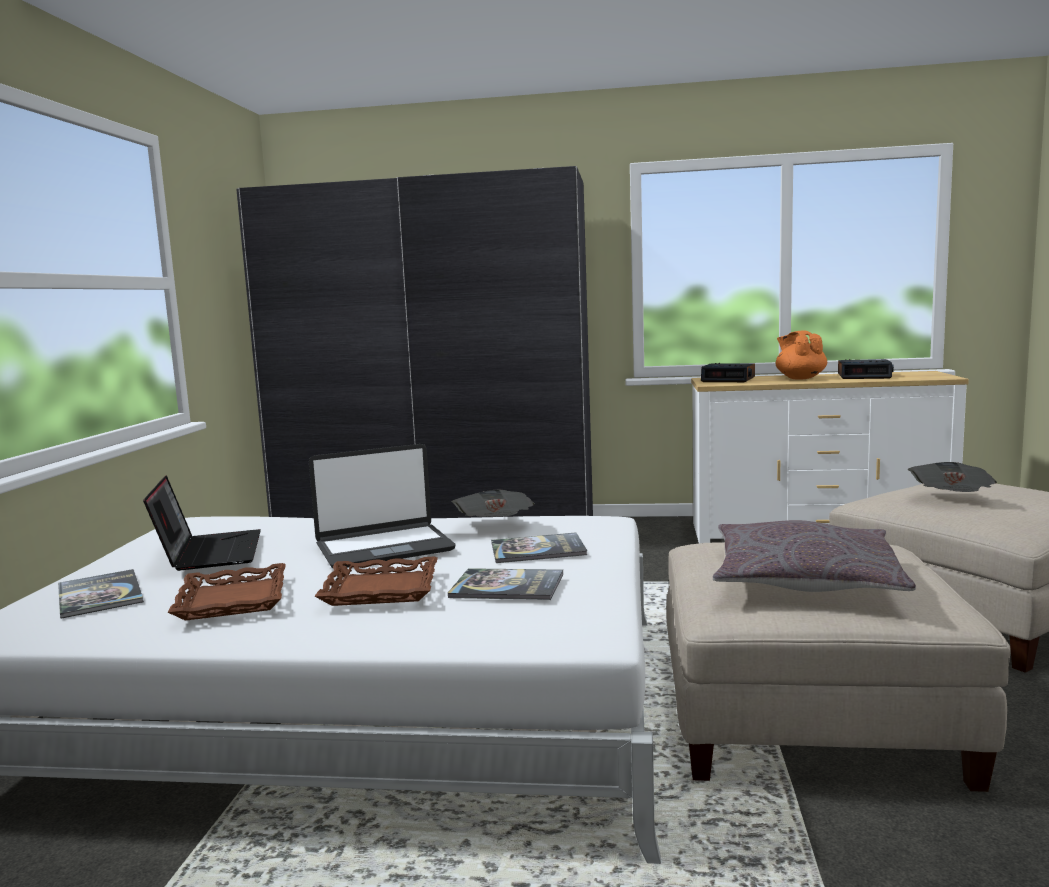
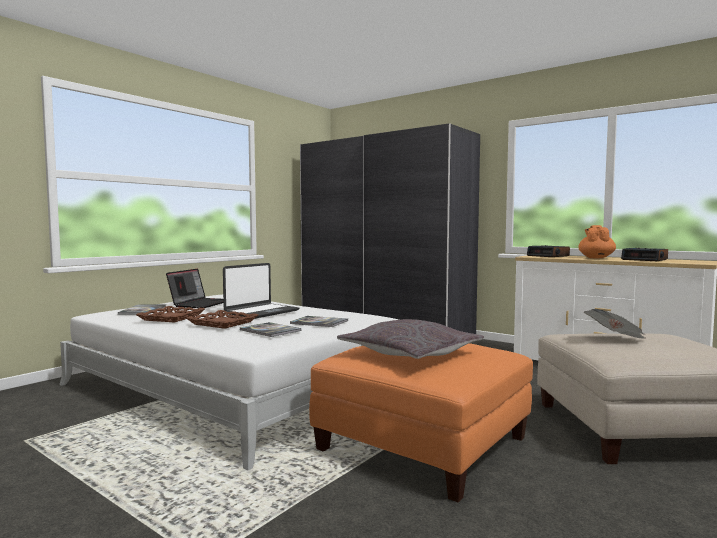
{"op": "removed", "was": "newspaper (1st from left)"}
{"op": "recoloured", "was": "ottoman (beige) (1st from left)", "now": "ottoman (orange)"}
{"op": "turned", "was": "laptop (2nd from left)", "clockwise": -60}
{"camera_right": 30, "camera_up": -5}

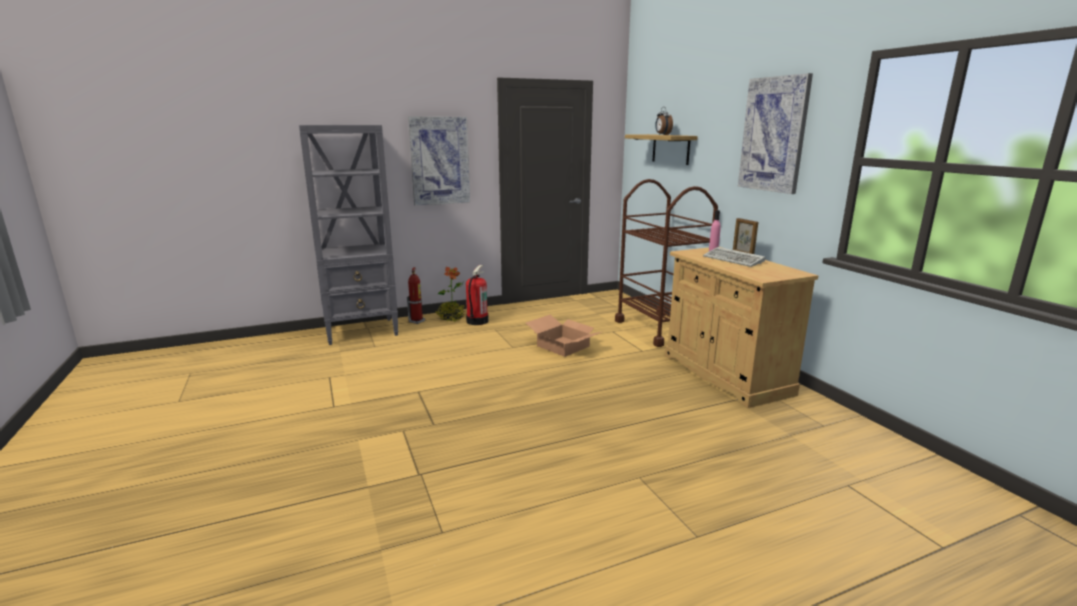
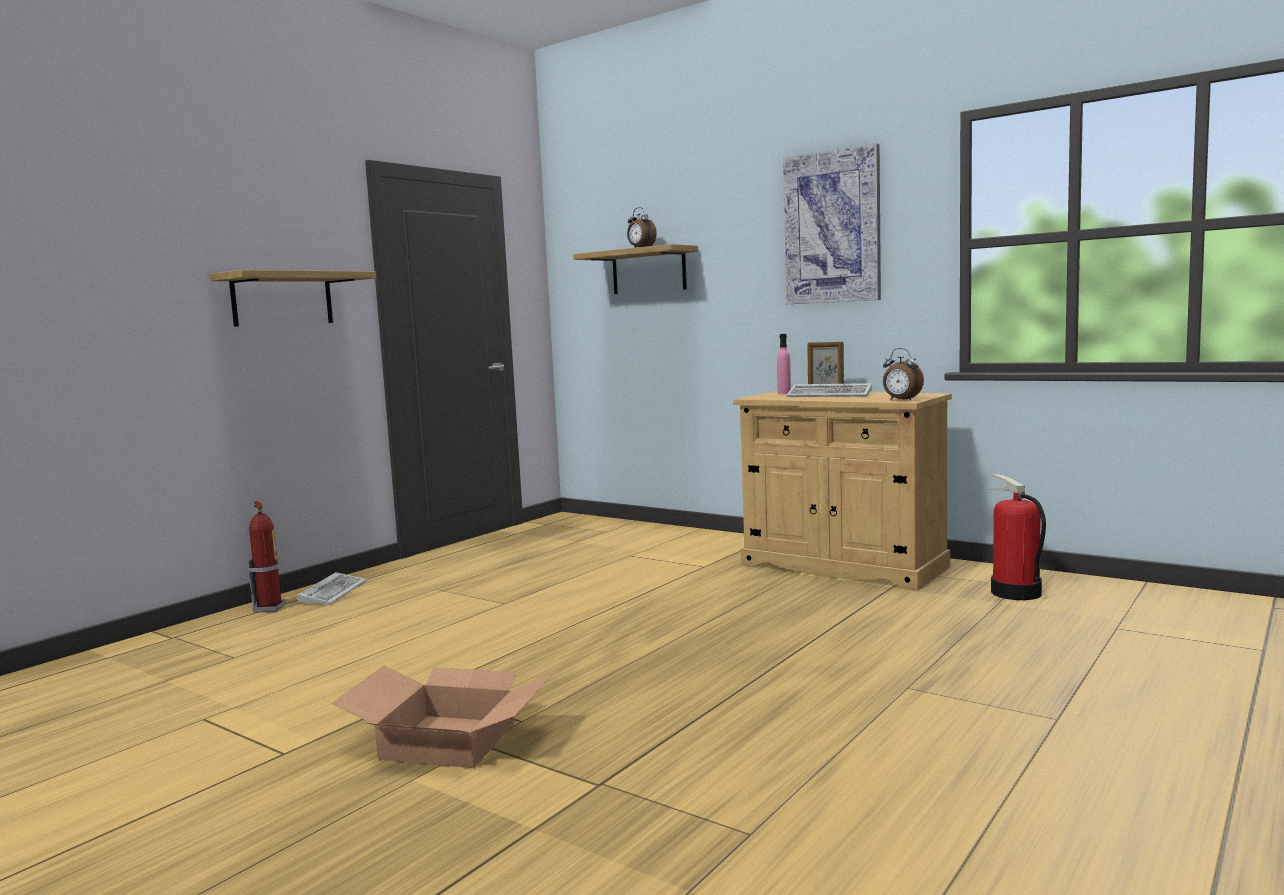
{"op": "removed", "was": "bookcase (grey)"}
{"op": "removed", "was": "cart (brown)"}
{"op": "added", "now": "alarm clock (2nd from left)"}
{"op": "moved", "was": "fire extinguisher (2nd from left)"}
{"op": "moved", "was": "cardboard box"}
{"op": "replaced", "was": "picture (1st from left)", "now": "shelf (1st from left)"}
{"op": "replaced", "was": "potted plant", "now": "keyboard (1st from left)"}
{"camera_right": -30, "camera_up": -10}

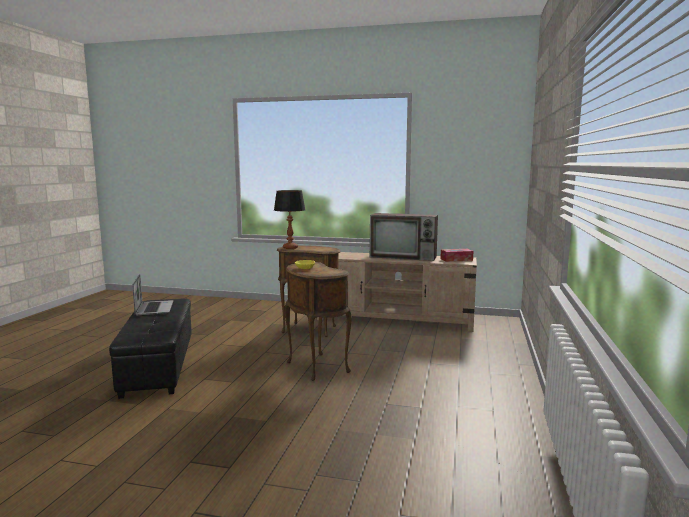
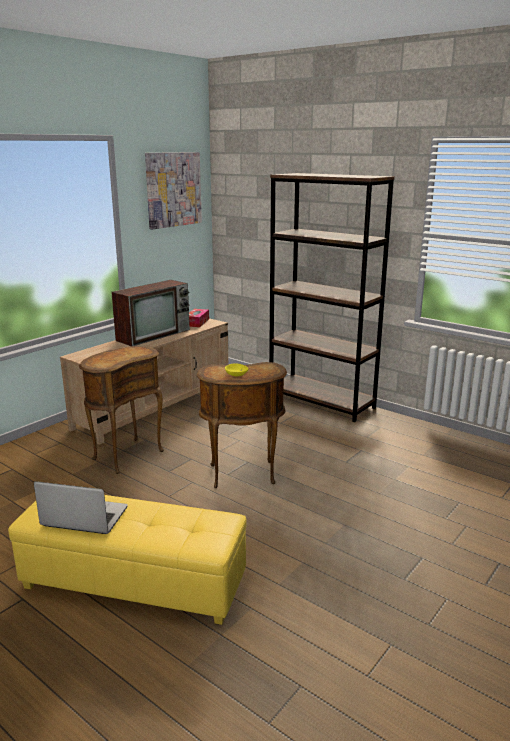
{"op": "removed", "was": "table lamp"}
{"op": "added", "now": "picture"}
{"op": "added", "now": "bookcase (brown)"}
{"op": "recoloured", "was": "ottoman (black)", "now": "ottoman (yellow)"}
{"camera_right": -65, "camera_up": 10}

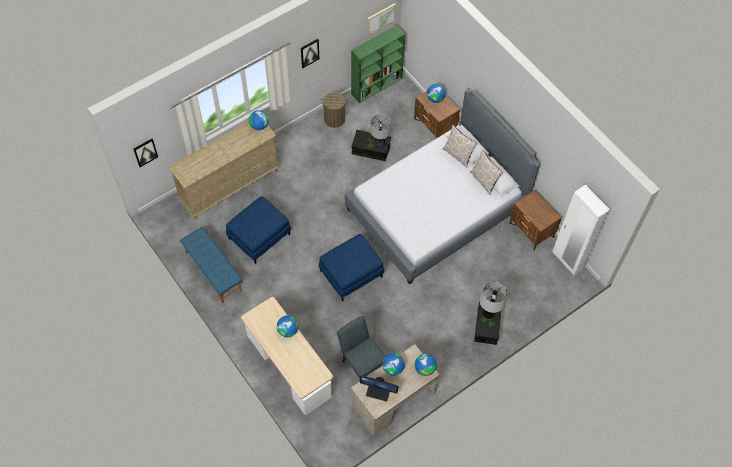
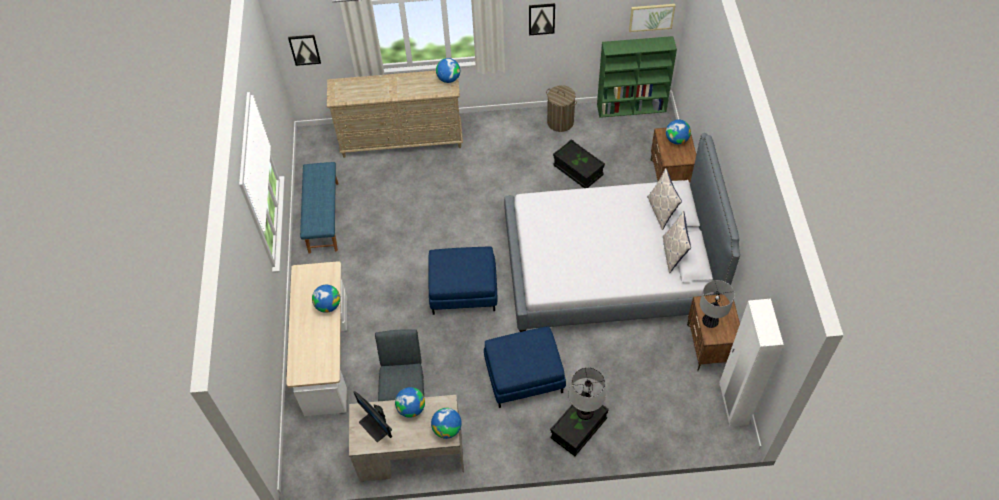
{"op": "moved", "was": "ottoman (blue) (1st from left in the first image)", "now": "ottoman (blue) (2nd from left)"}
{"op": "moved", "was": "table lamp (1st from left in the first image)", "now": "table lamp (2nd from left)"}
{"camera_right": 35, "camera_up": -5}

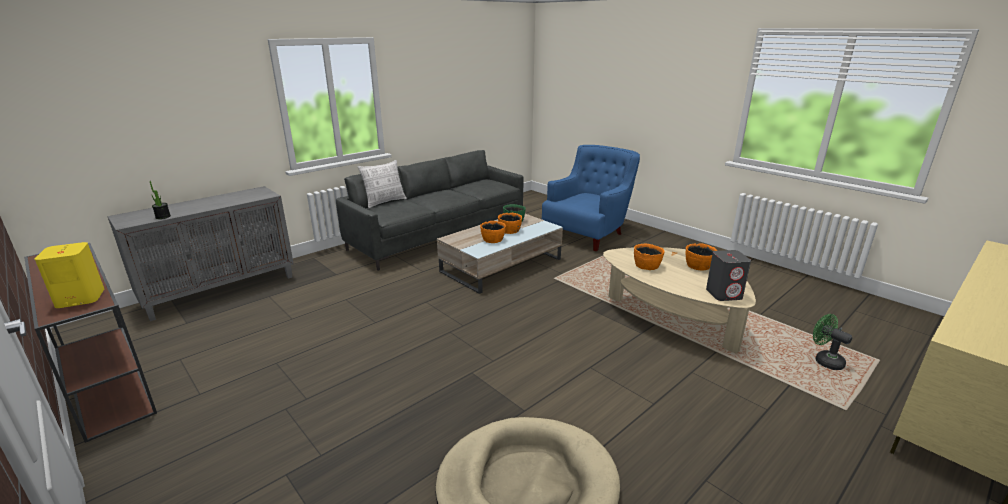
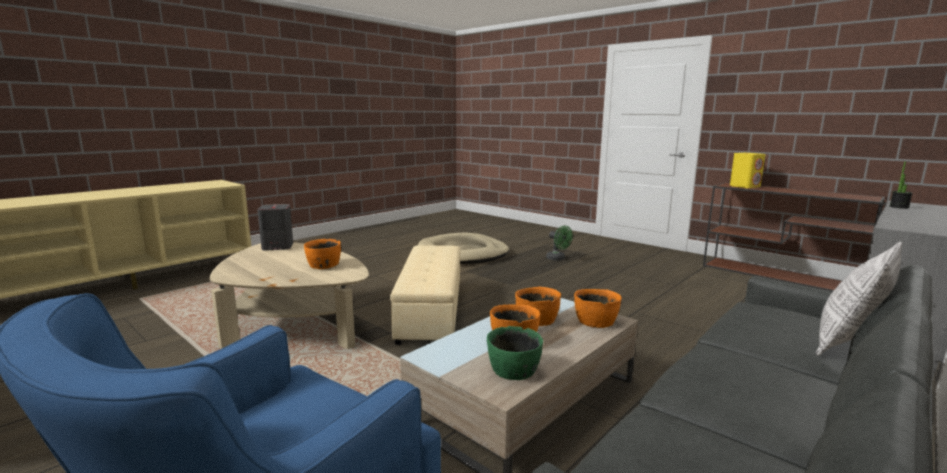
{"op": "added", "now": "ottoman (beige)"}
{"op": "moved", "was": "bowl (orange) (4th from left)"}
{"op": "moved", "was": "fan (green)"}
{"camera_right": 175, "camera_up": -10}

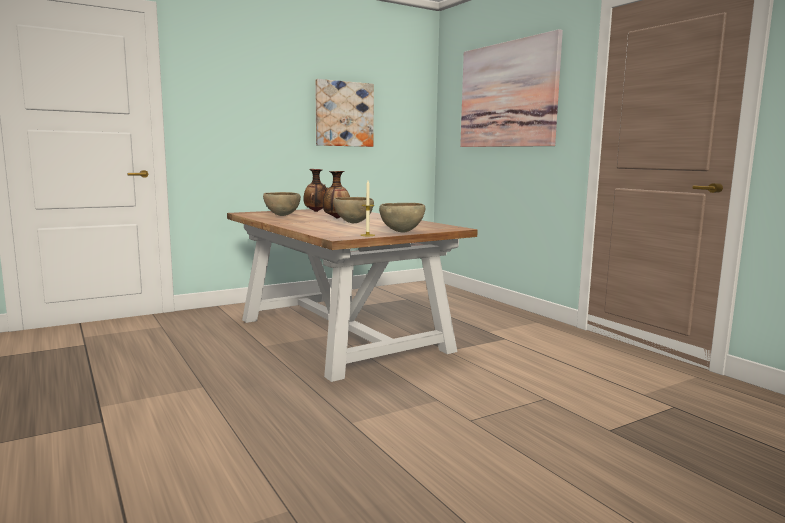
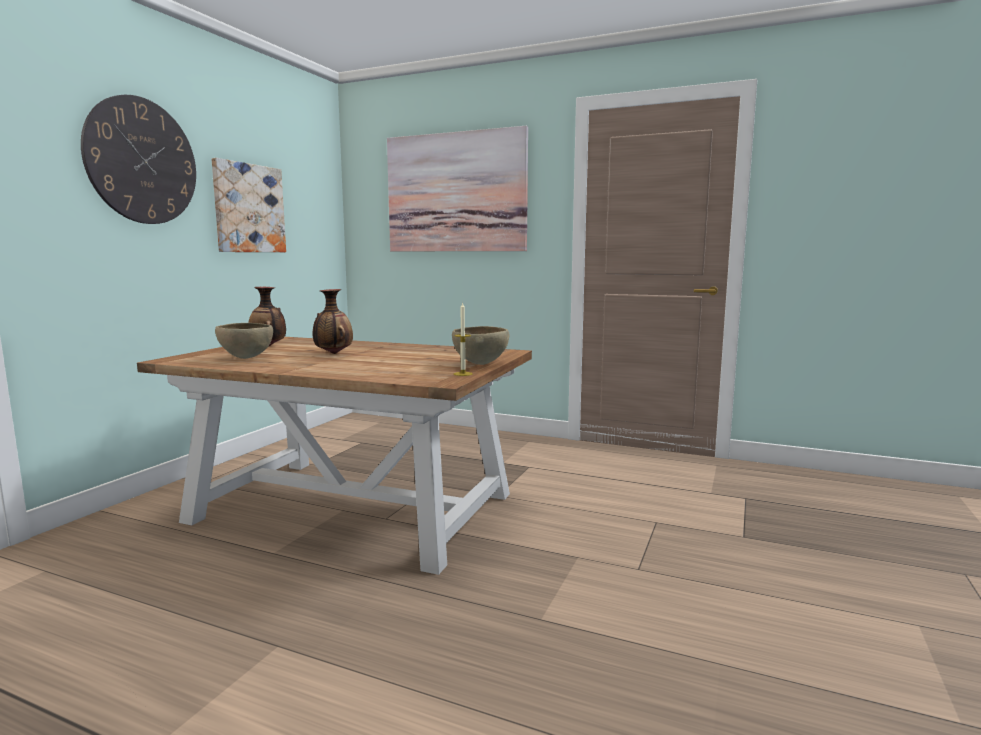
{"op": "removed", "was": "bowl (brown) (2nd from left)"}
{"op": "added", "now": "wall clock"}
{"camera_right": -35, "camera_up": 0}

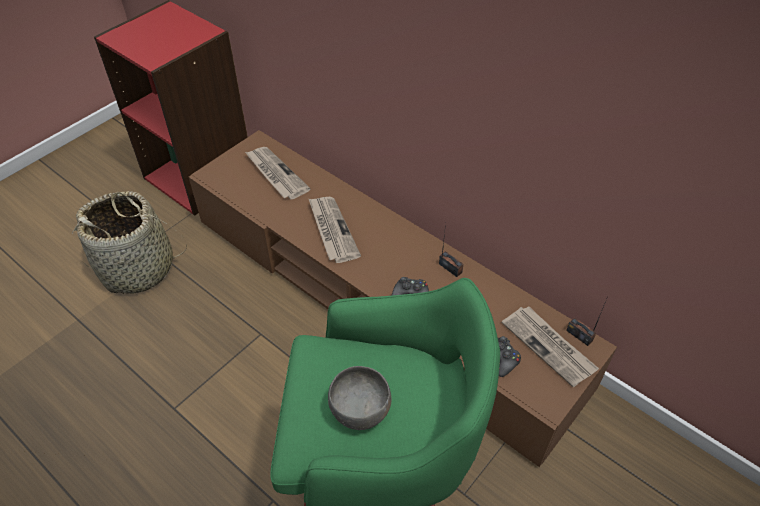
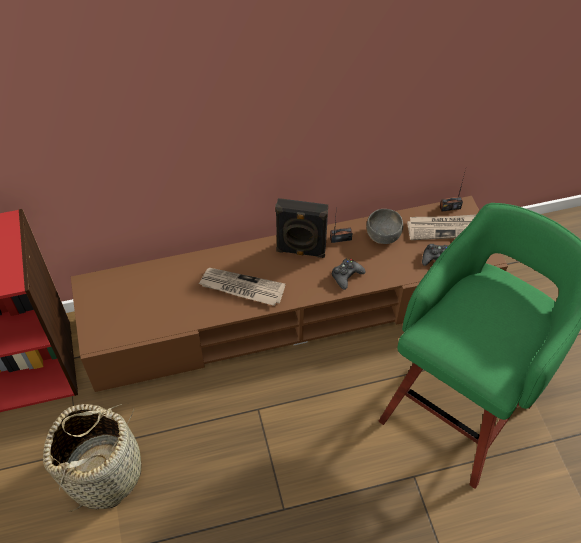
{"op": "removed", "was": "newspaper (1st from left)"}
{"op": "added", "now": "speaker (black)"}
{"op": "moved", "was": "bowl (grey)"}
{"camera_right": -55, "camera_up": 5}

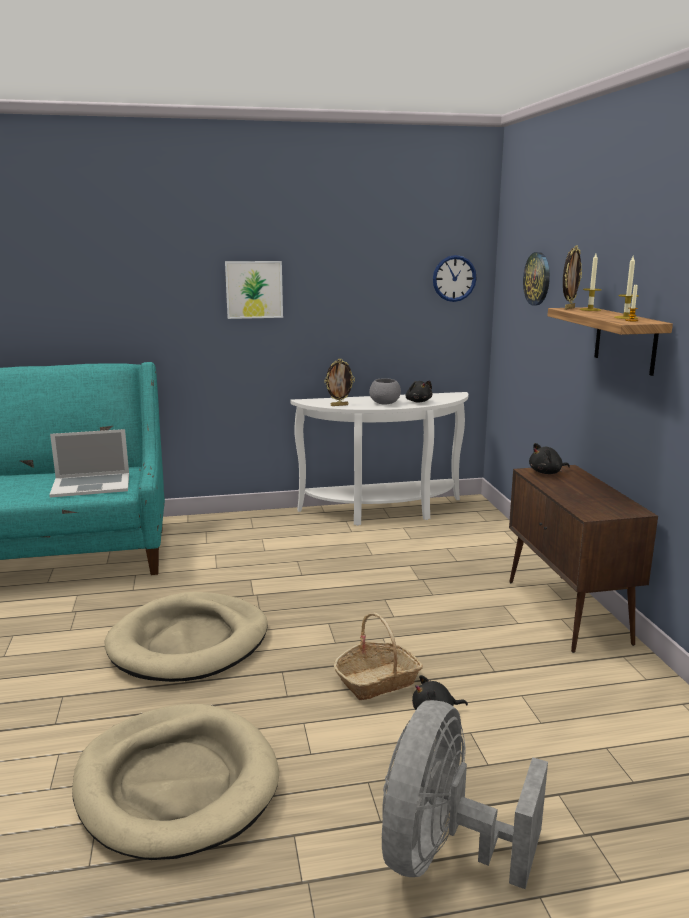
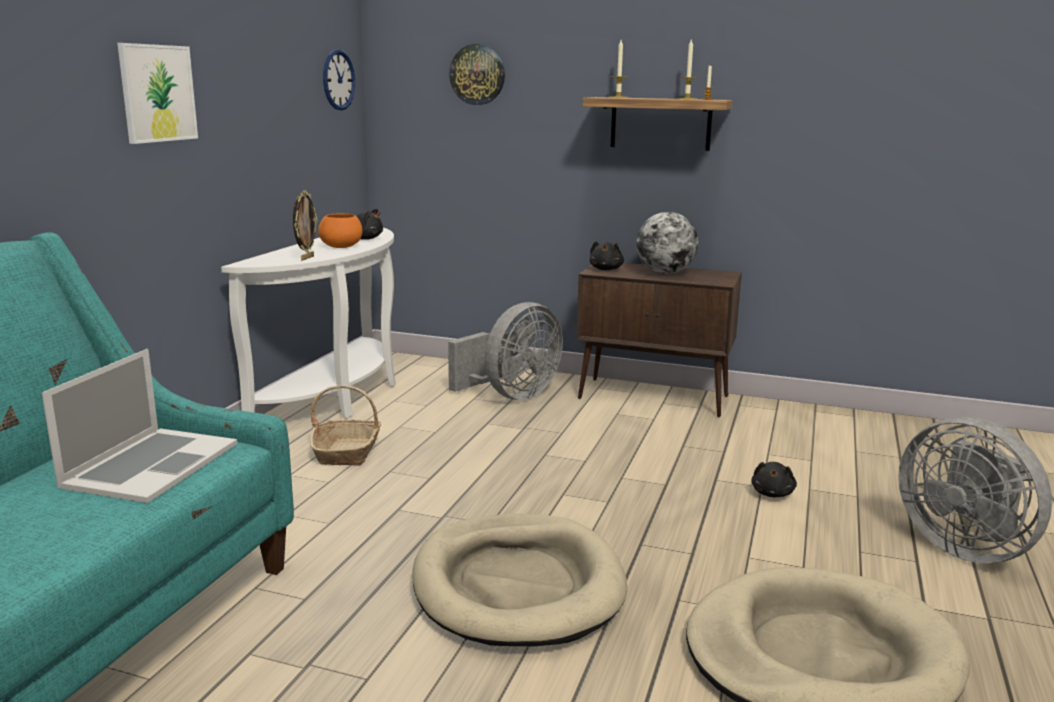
{"op": "removed", "was": "picture frame (2nd from left)"}
{"op": "added", "now": "fan (grey) (1st from left)"}
{"op": "added", "now": "globe"}
{"op": "moved", "was": "basket"}
{"op": "recoloured", "was": "bowl (grey)", "now": "bowl (orange)"}
{"camera_right": -60, "camera_up": 0}

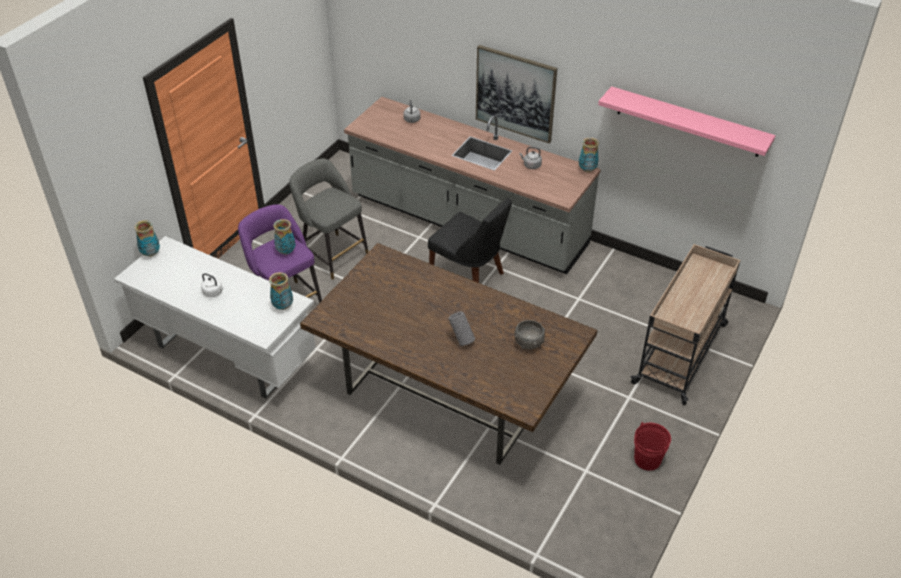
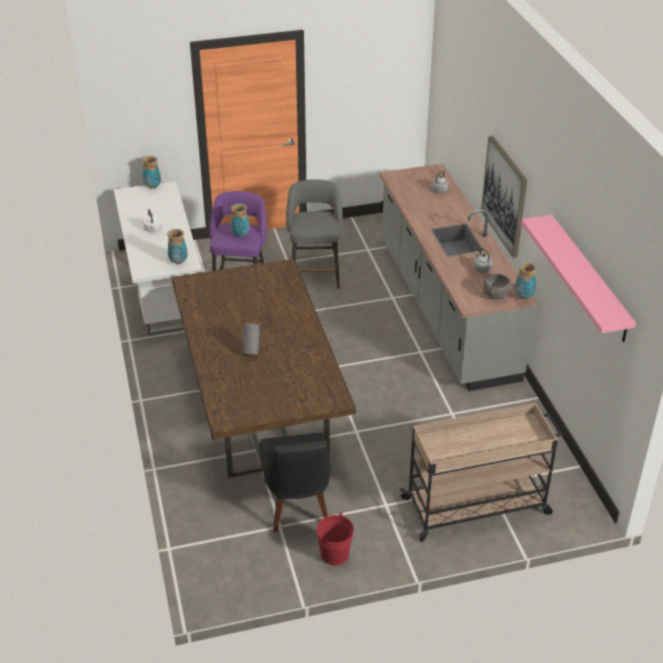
{"op": "moved", "was": "chair (black)"}
{"op": "moved", "was": "bowl (grey)"}
{"camera_right": 45, "camera_up": -5}

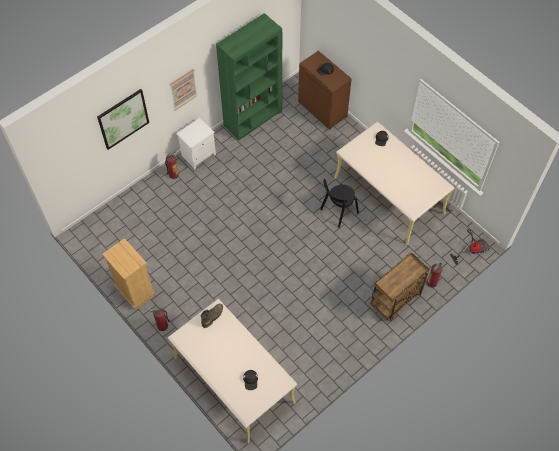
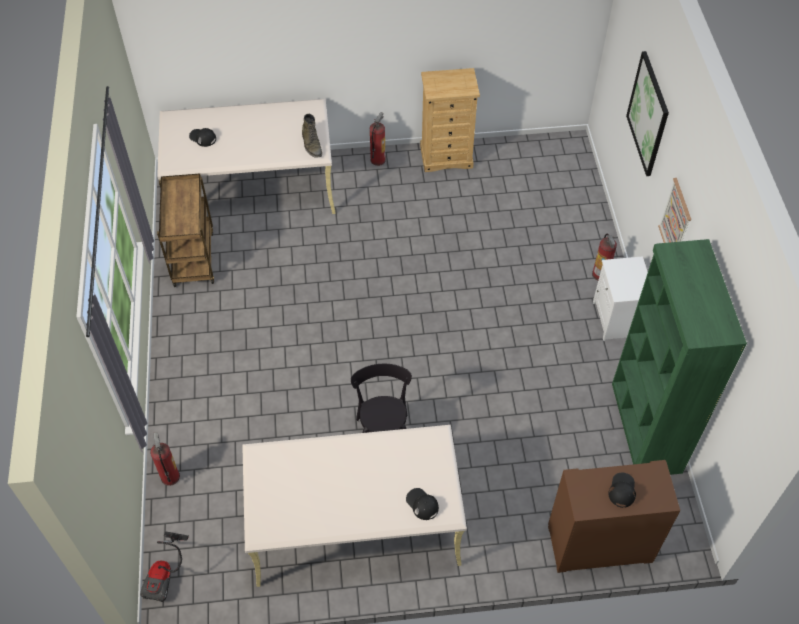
{"op": "moved", "was": "cart (brown)"}
{"camera_right": 125, "camera_up": -5}

